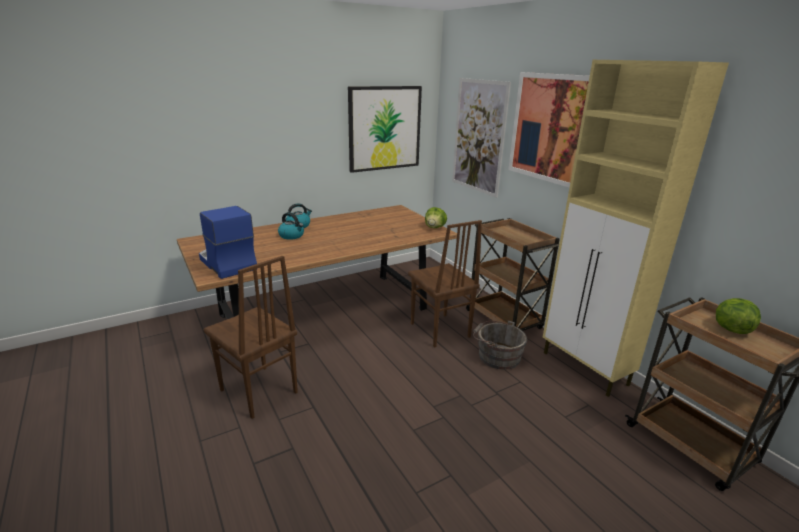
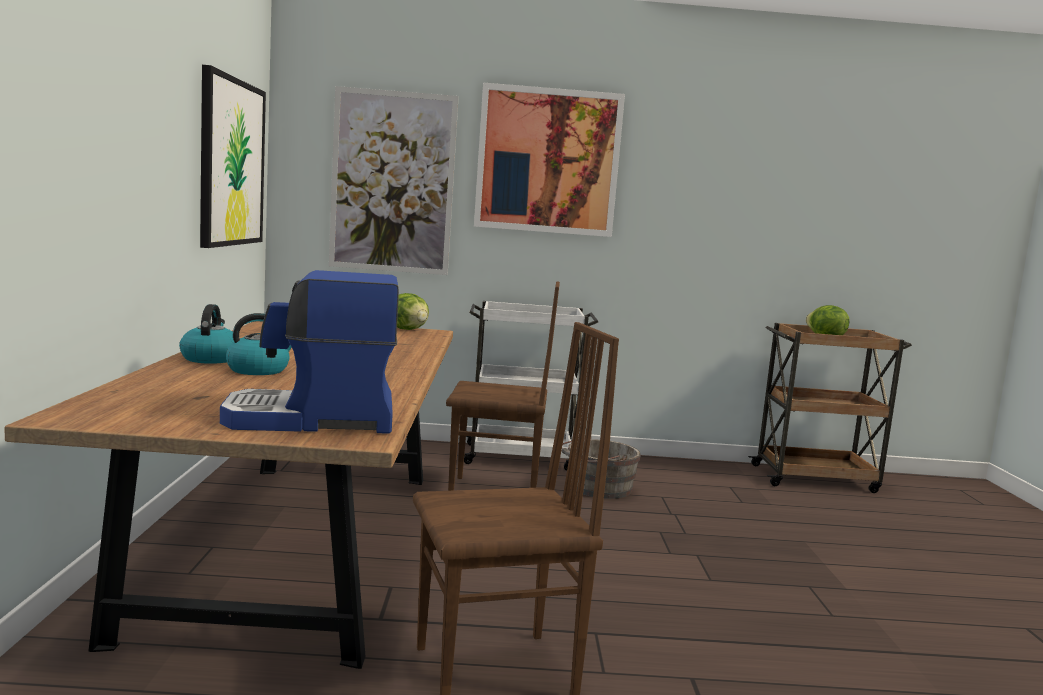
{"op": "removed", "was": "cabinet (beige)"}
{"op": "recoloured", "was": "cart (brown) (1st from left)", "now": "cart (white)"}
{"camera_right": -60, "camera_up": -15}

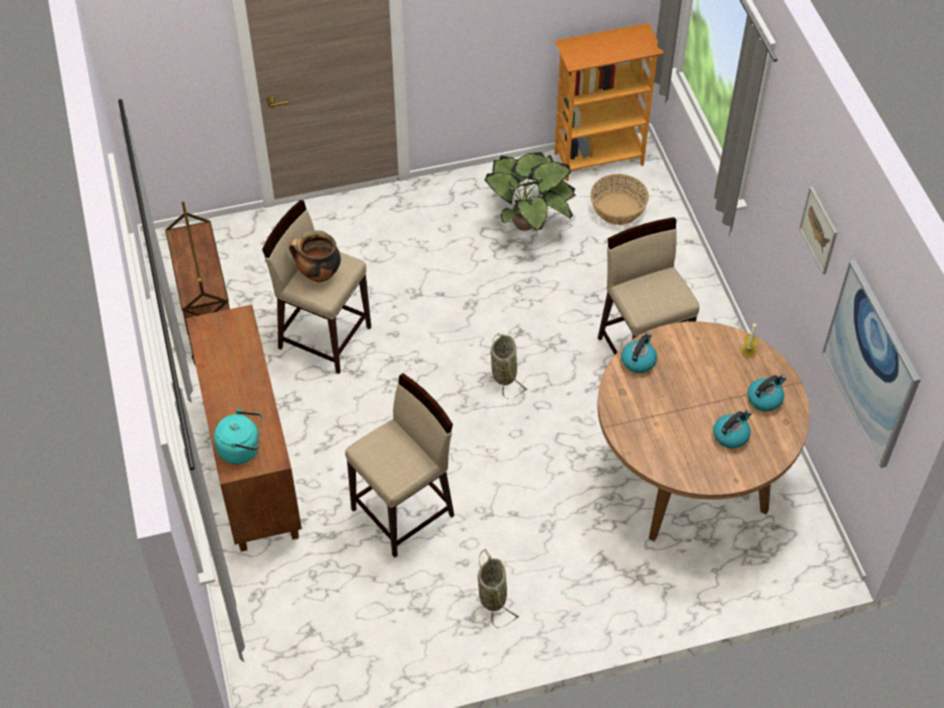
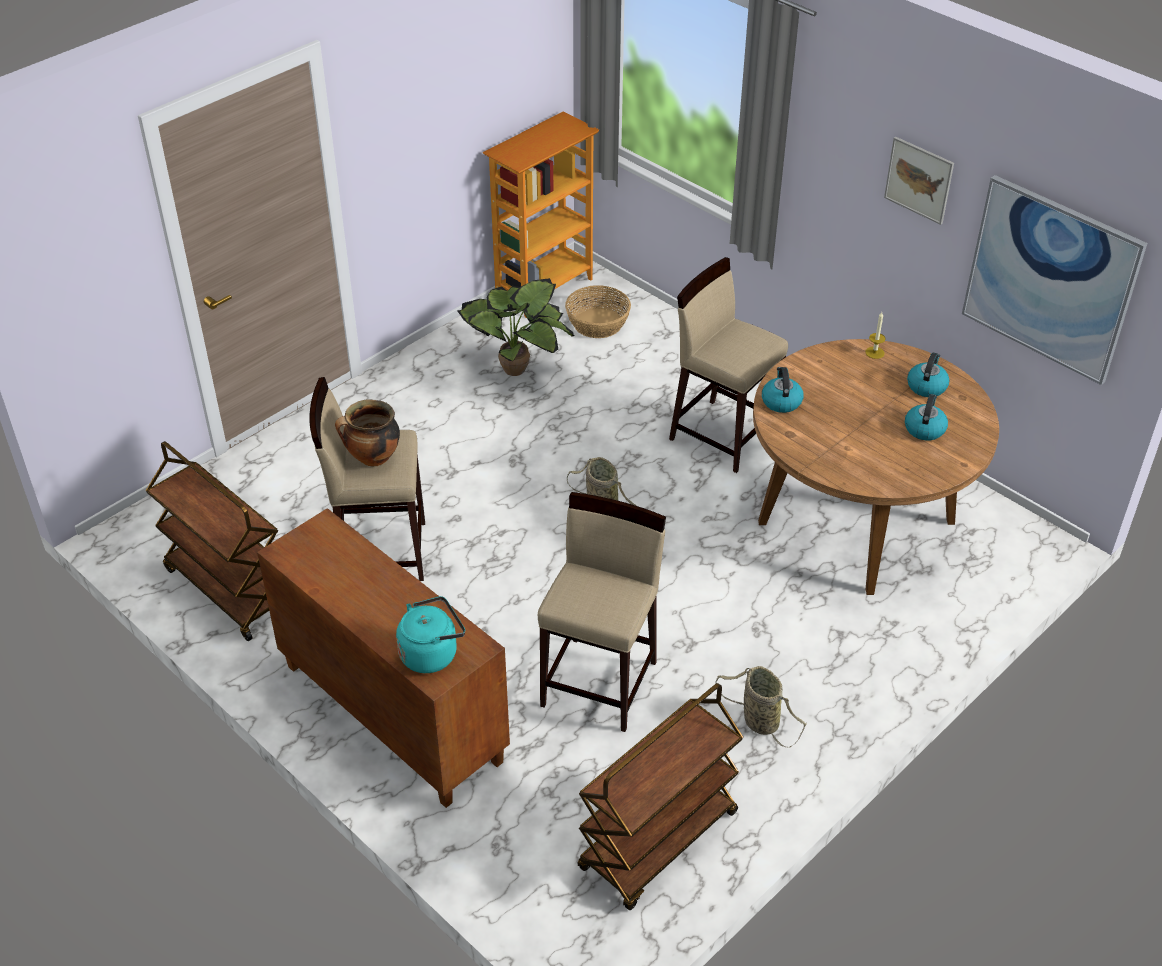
{"op": "added", "now": "cart (brown) (2nd from left)"}
{"camera_right": -30, "camera_up": -10}

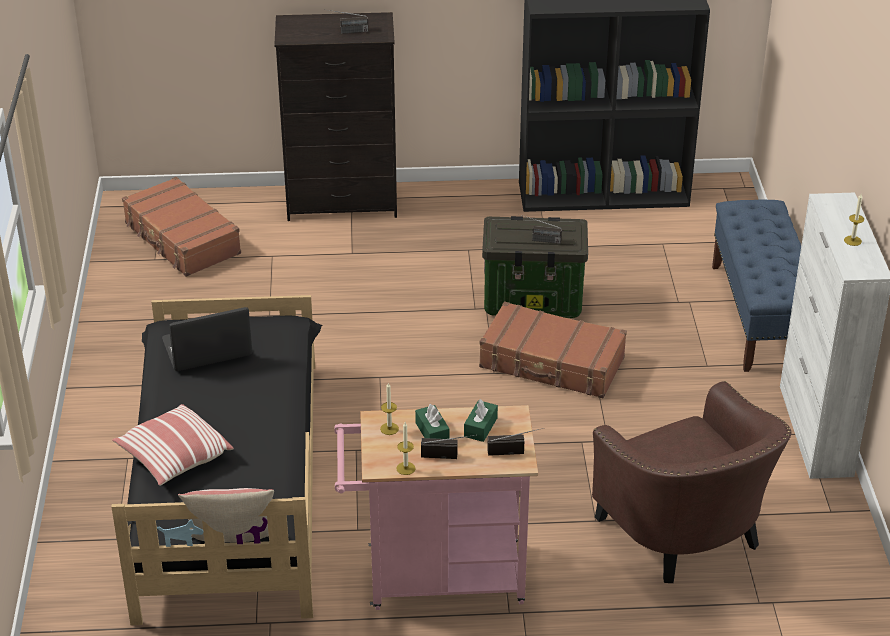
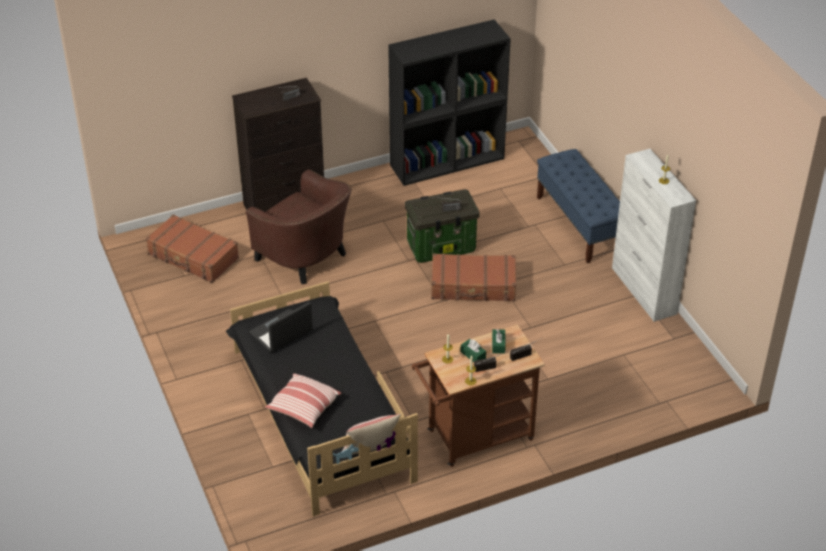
{"op": "moved", "was": "armchair (brown)"}
{"op": "recoloured", "was": "cart (pink)", "now": "cart (brown)"}
{"camera_right": -20, "camera_up": 5}

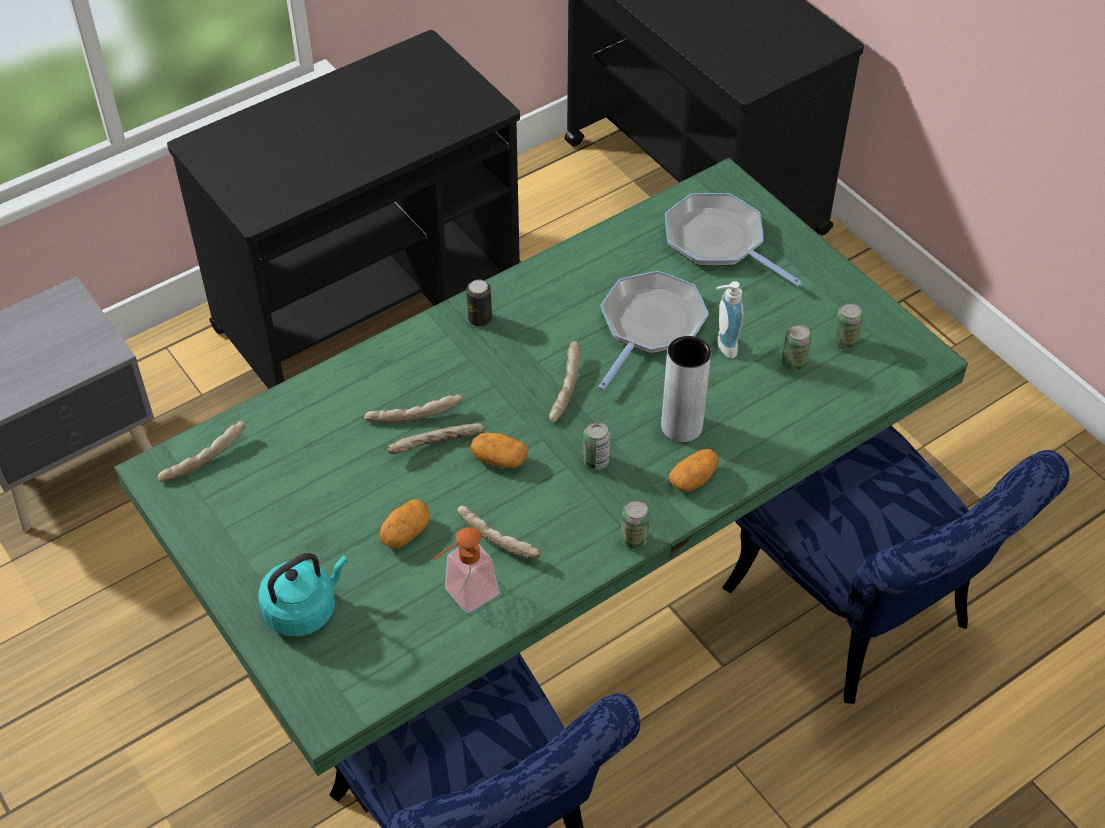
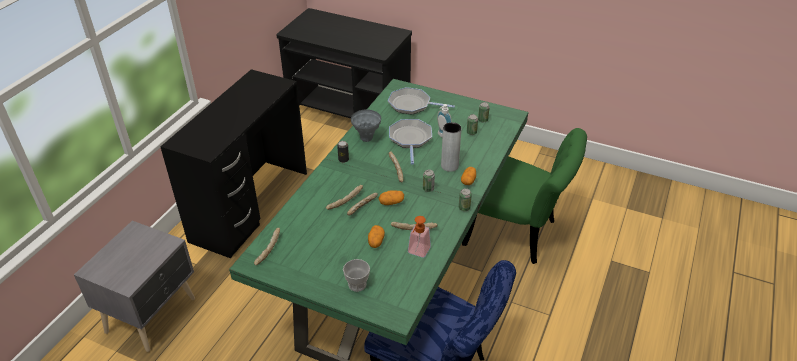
{"op": "added", "now": "vase (grey) (1st from left)"}
{"op": "replaced", "was": "cart (black) (1st from left)", "now": "desk (black)"}
{"op": "replaced", "was": "kettle (turquoise)", "now": "cup"}
{"op": "recoloured", "was": "chair (blue) (2nd from left)", "now": "chair (green)"}
{"camera_right": -30, "camera_up": -10}

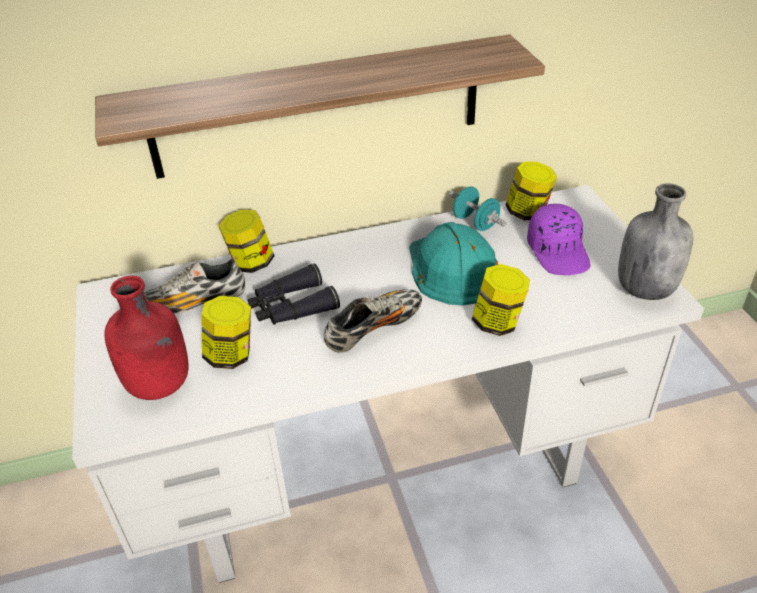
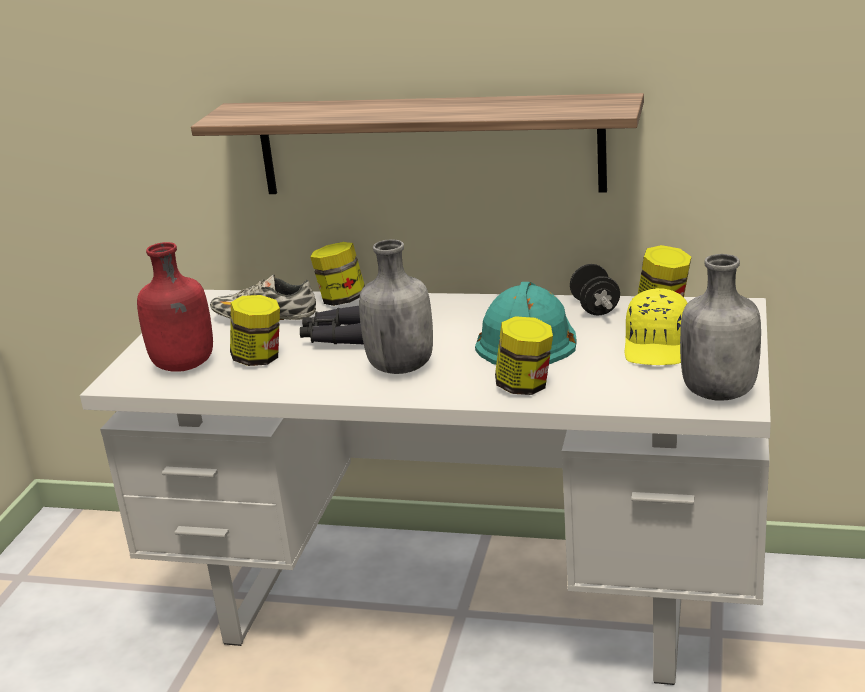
{"op": "replaced", "was": "shoe (2nd from left)", "now": "bottle (grey) (1st from left)"}
{"op": "recoloured", "was": "dumbbell (turquoise)", "now": "dumbbell (black)"}
{"op": "recoloured", "was": "cap (purple)", "now": "cap (yellow)"}
{"camera_right": 30, "camera_up": -15}

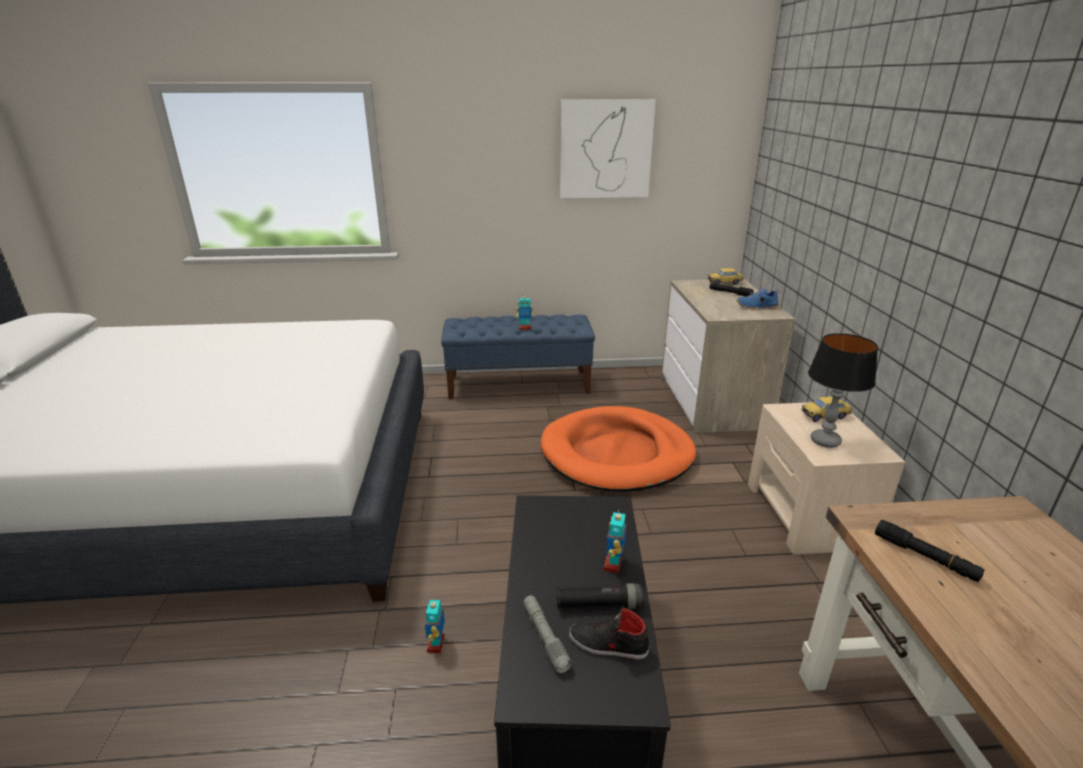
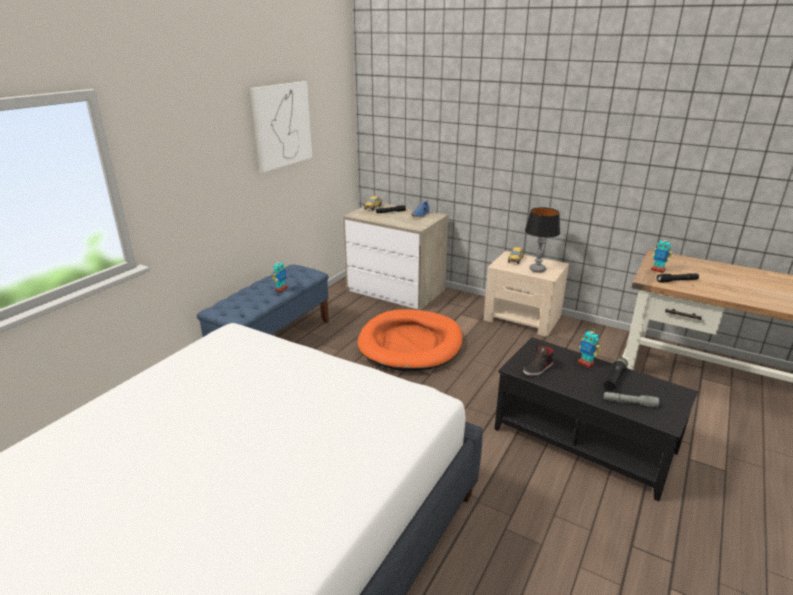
{"op": "moved", "was": "toy robot (1st from left in the first image)", "now": "toy robot (3rd from left)"}
{"op": "moved", "was": "shoe (black)"}
{"camera_right": -55, "camera_up": 0}

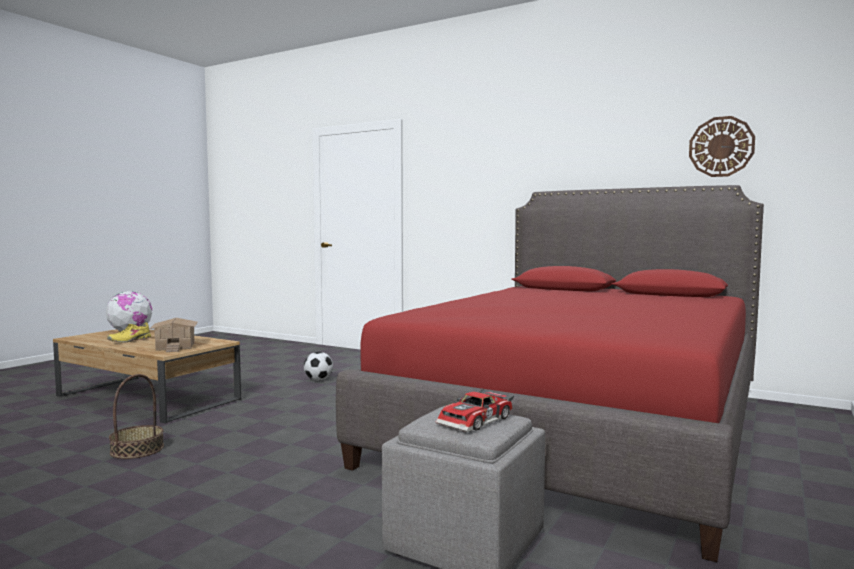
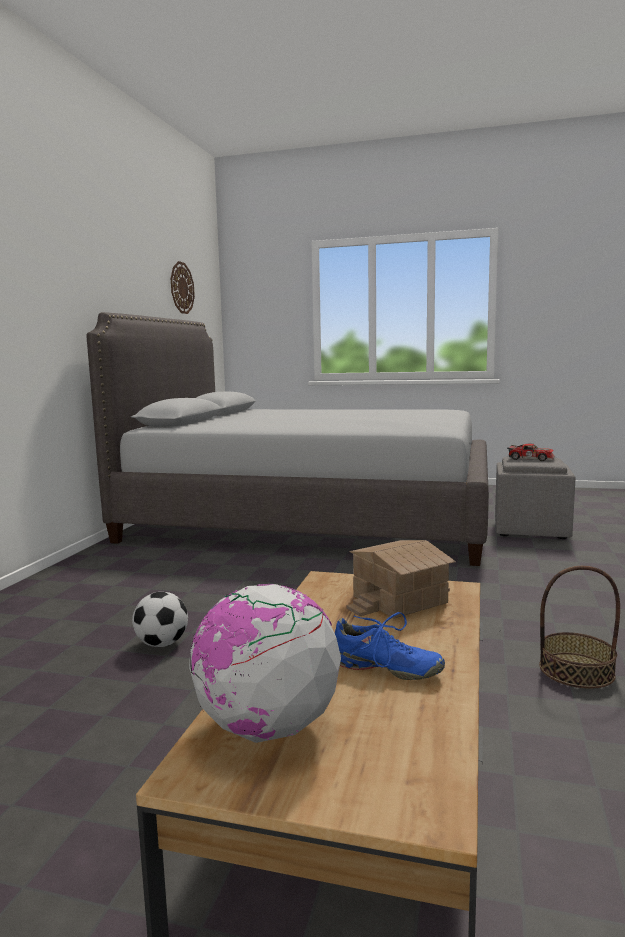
{"op": "recoloured", "was": "shoe (yellow)", "now": "shoe (blue)"}
{"op": "recoloured", "was": "bed (red)", "now": "bed (grey)"}
{"camera_right": -105, "camera_up": 5}

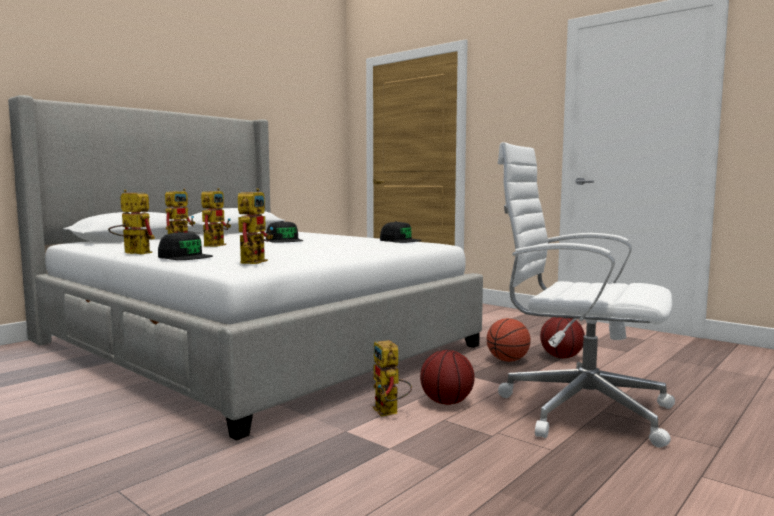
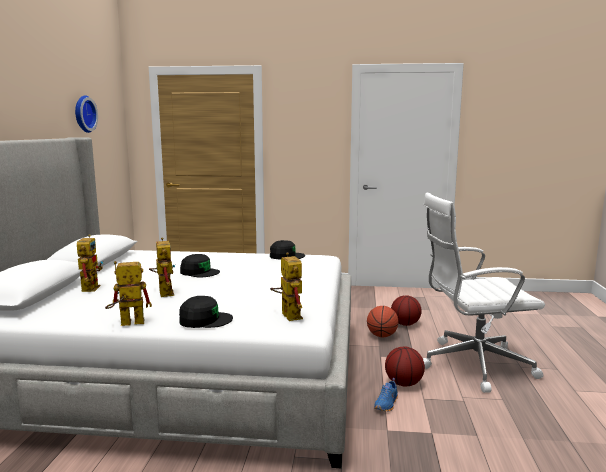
{"op": "added", "now": "wall clock"}
{"op": "replaced", "was": "toy robot (5th from left)", "now": "shoe (blue)"}
{"camera_right": -35, "camera_up": 5}

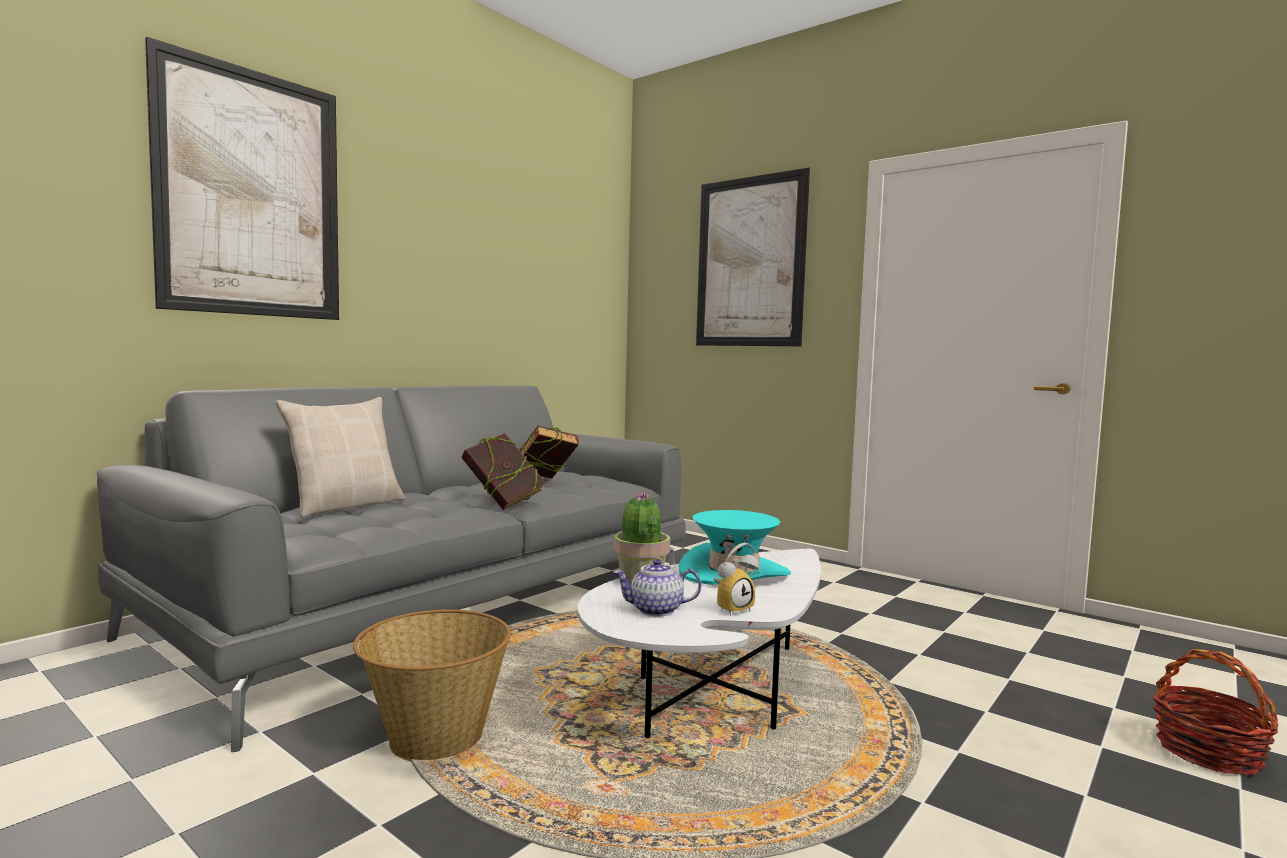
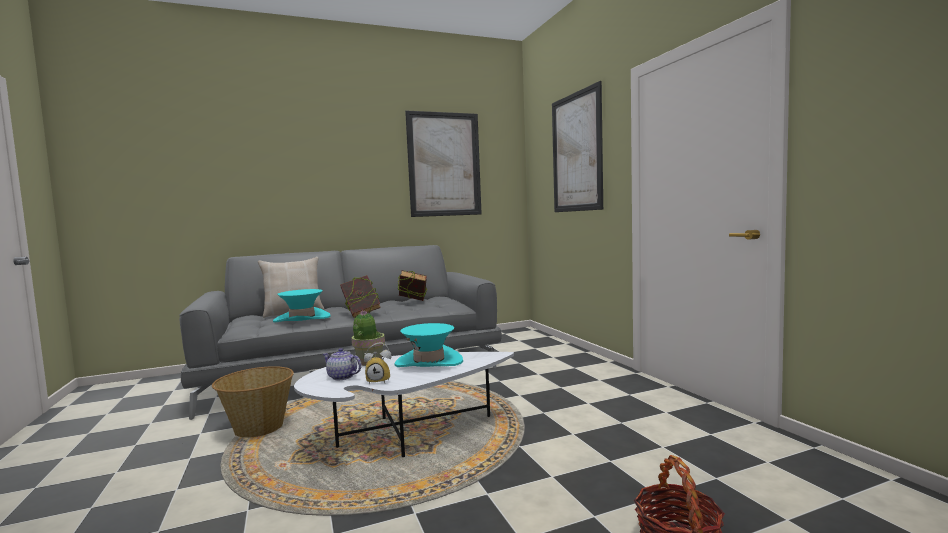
{"op": "added", "now": "hat (turquoise) (1st from left)"}
{"op": "moved", "was": "picture (1st from left)"}
{"camera_right": 30, "camera_up": 0}

